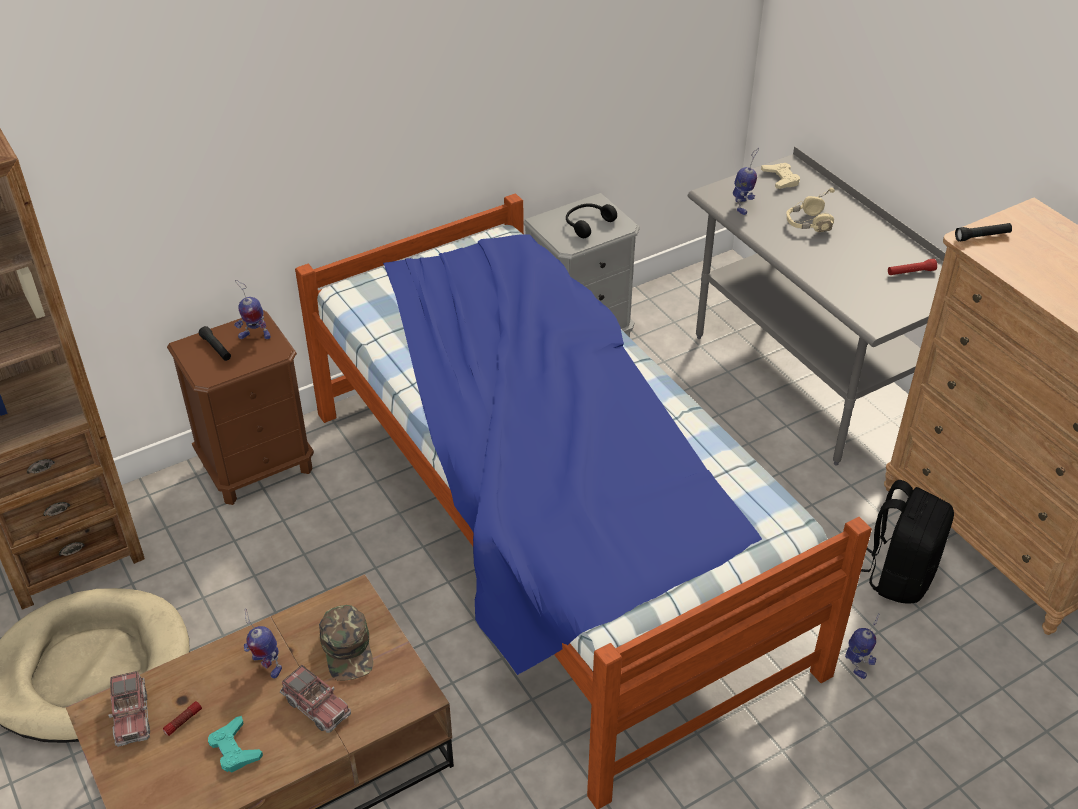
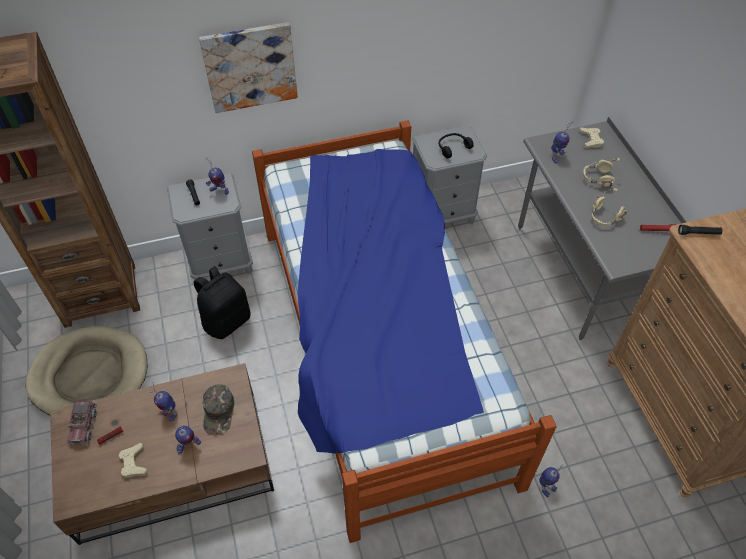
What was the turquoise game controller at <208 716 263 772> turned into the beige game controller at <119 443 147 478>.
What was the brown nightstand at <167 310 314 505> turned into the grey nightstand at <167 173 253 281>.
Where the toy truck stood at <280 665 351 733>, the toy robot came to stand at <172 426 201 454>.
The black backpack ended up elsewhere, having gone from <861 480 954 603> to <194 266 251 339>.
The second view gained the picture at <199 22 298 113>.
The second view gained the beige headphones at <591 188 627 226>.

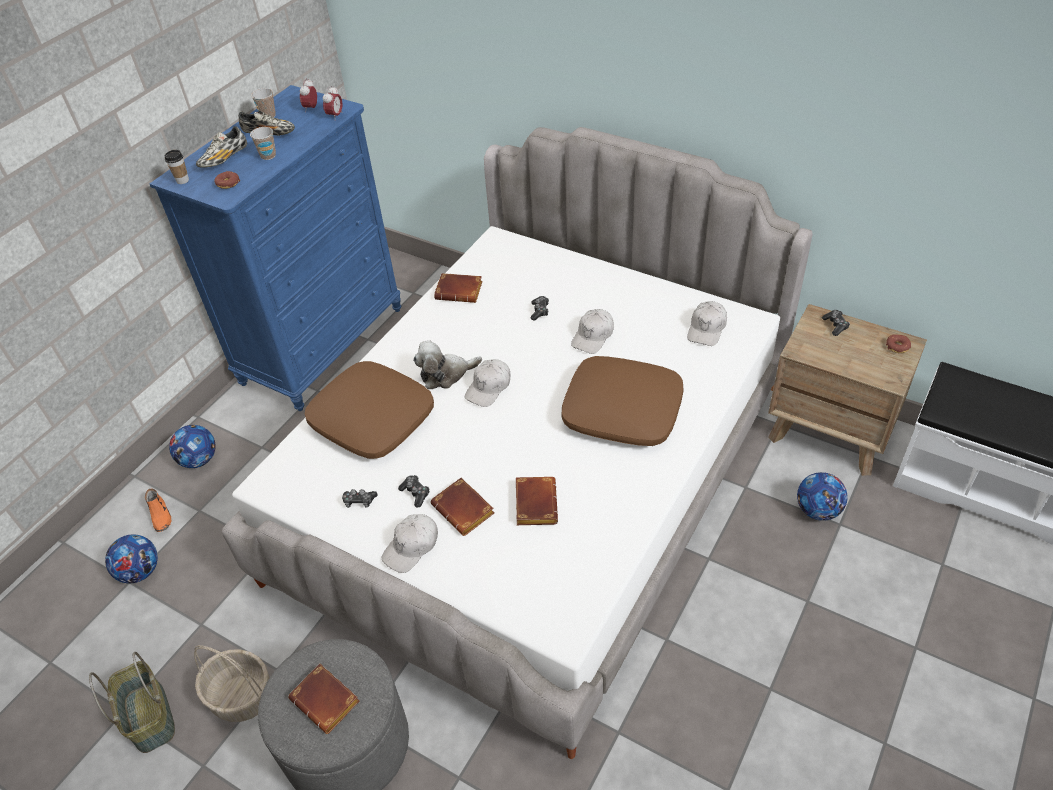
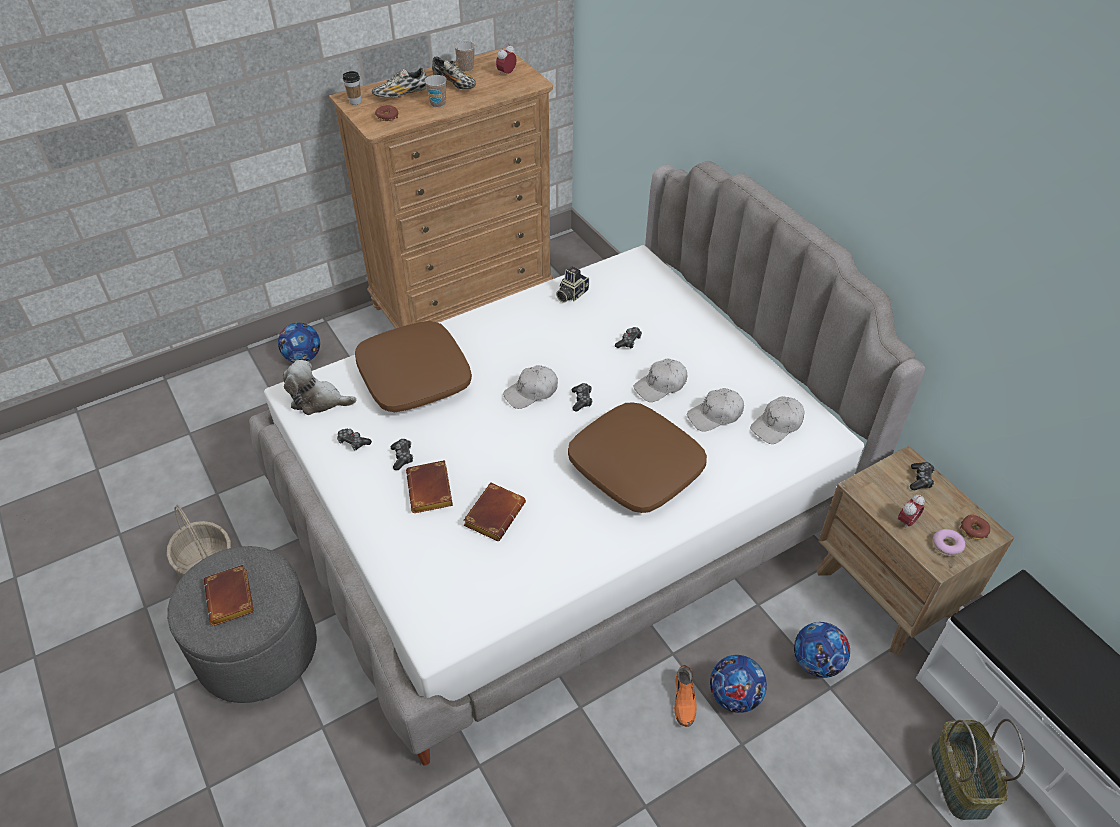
The plush toy ended up elsewhere, having gone from <413 340 482 389> to <283 360 356 415>.
What was the blue dresser at <149 85 401 411> turned into the brown dresser at <329 47 553 329>.
Where the brown book stood at <434 273 482 303>, the photo camera came to stand at <556 266 589 303>.
The second view gained the game controller at <572 383 593 412>.
The orange shoe ended up elsewhere, having gone from <145 489 171 532> to <674 665 696 727>.
The white cap ended up elsewhere, having gone from <381 514 438 573> to <687 388 744 431>.
The football ended up elsewhere, having gone from <105 534 158 583> to <710 655 767 713>.
The alarm clock ended up elsewhere, having gone from <323 85 343 118> to <898 495 925 530>.
The second view gained the donut at <932 529 965 556>.
The basket ended up elsewhere, having gone from <89 652 175 753> to <932 719 1026 820>.

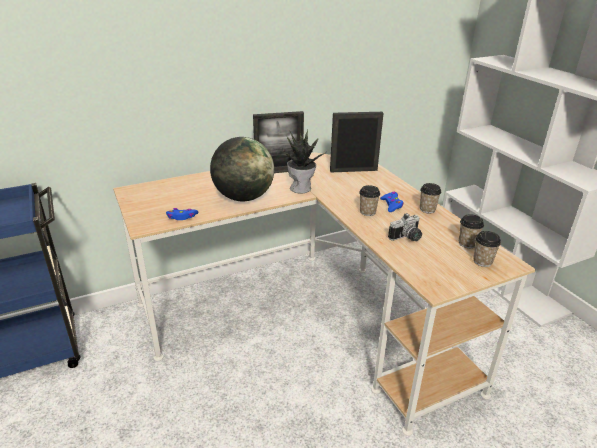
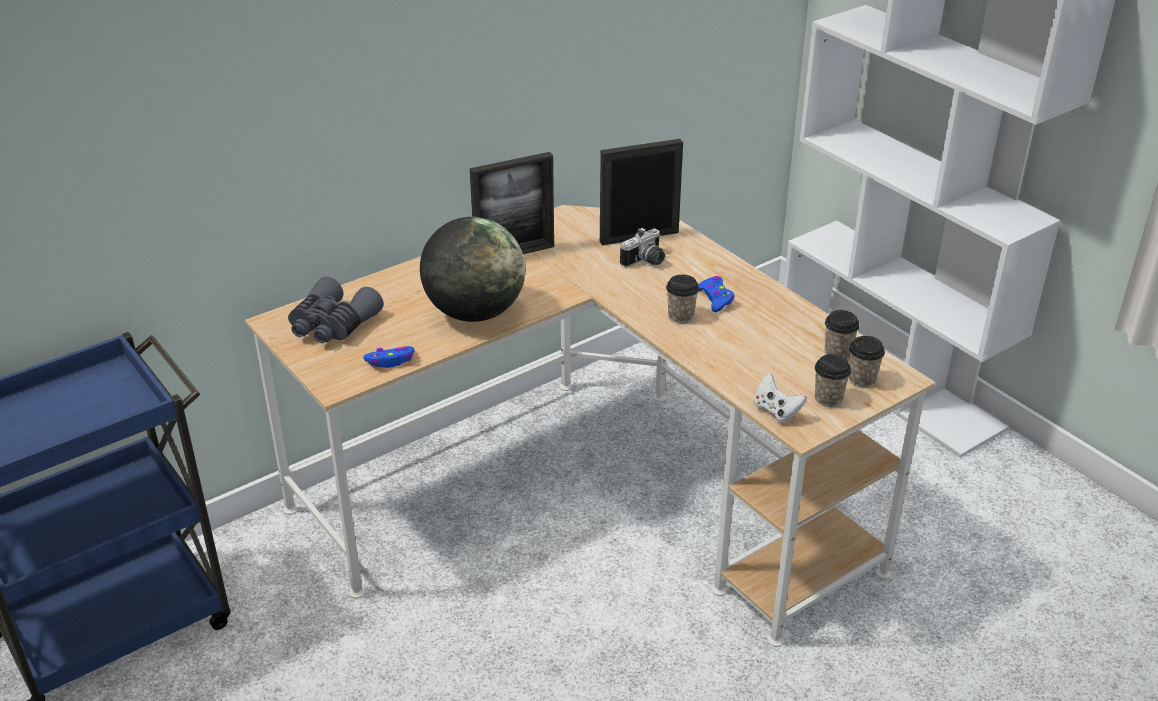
The second view gained the grey binoculars at <288 277 384 343>.
The photo camera ended up elsewhere, having gone from <388 213 422 241> to <620 227 665 267>.
The second view gained the white game controller at <754 373 807 423>.
The cup ended up elsewhere, having gone from <420 183 441 213> to <815 354 851 407>.
The second view lost the potted plant at <282 130 325 193>.

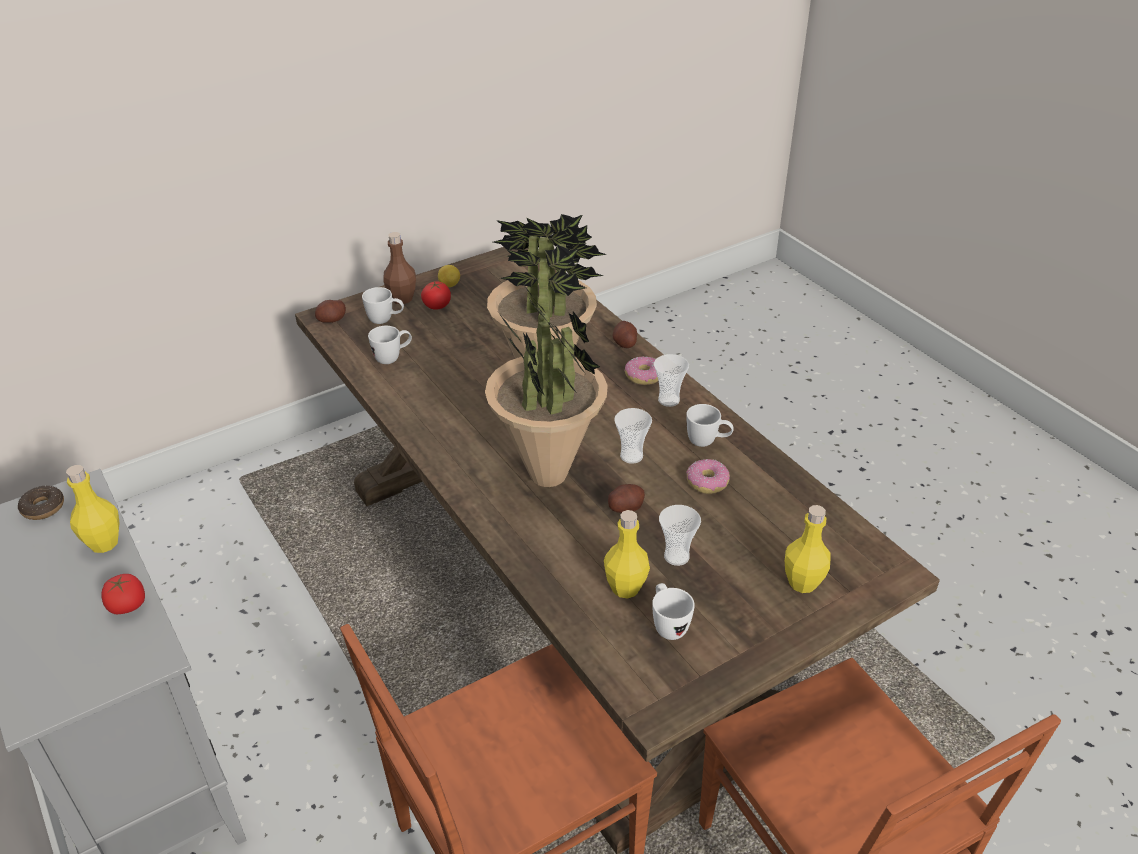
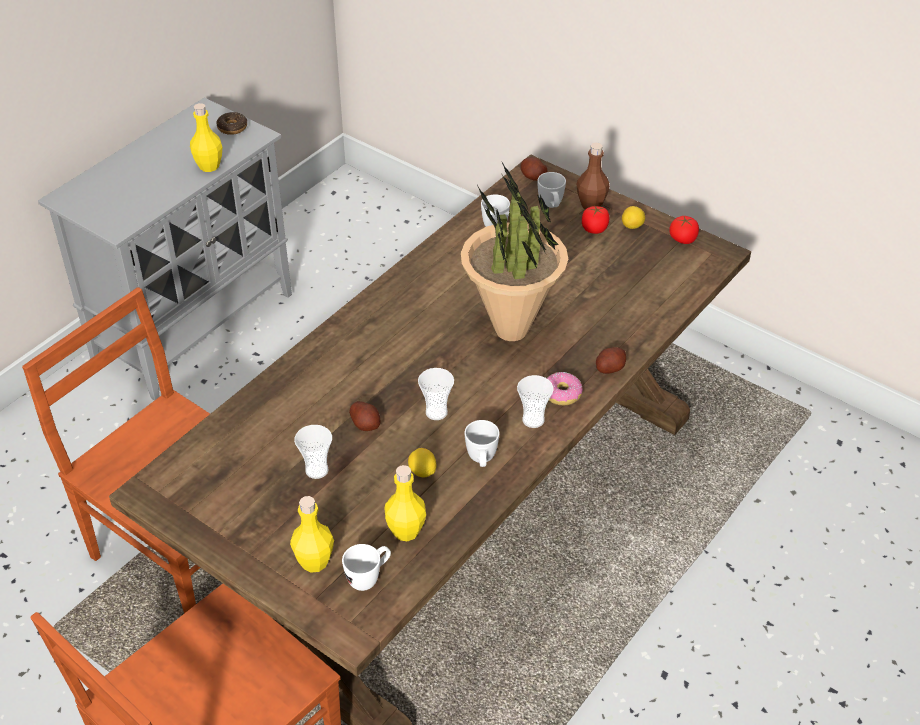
The white mug ended up elsewhere, having gone from <652 583 695 640> to <342 544 391 591>.
The yellow bottle ended up elsewhere, having gone from <604 510 650 599> to <384 465 426 541>.
Where the donut stood at <686 459 730 494>, the lemon came to stand at <408 448 436 478>.
The tomato ended up elsewhere, having gone from <101 574 145 614> to <669 216 699 244>.
The second view lost the potted plant at <485 281 608 487>.

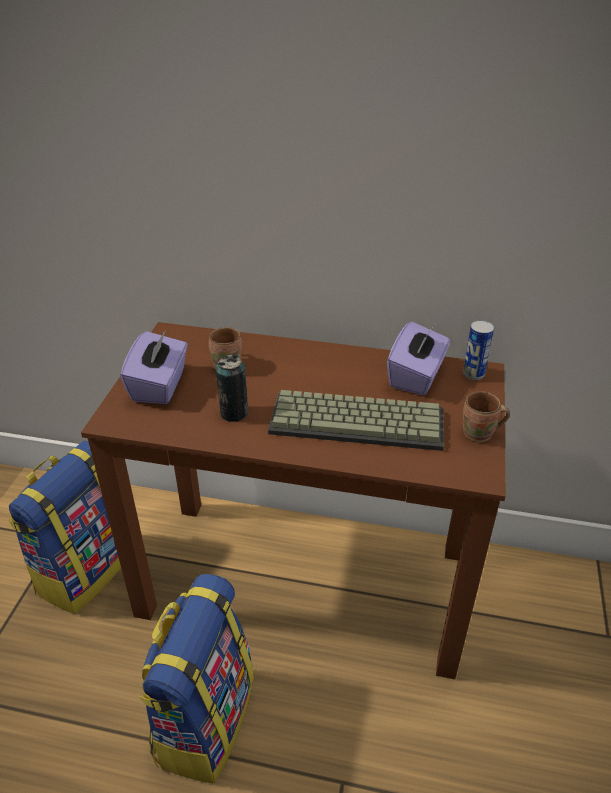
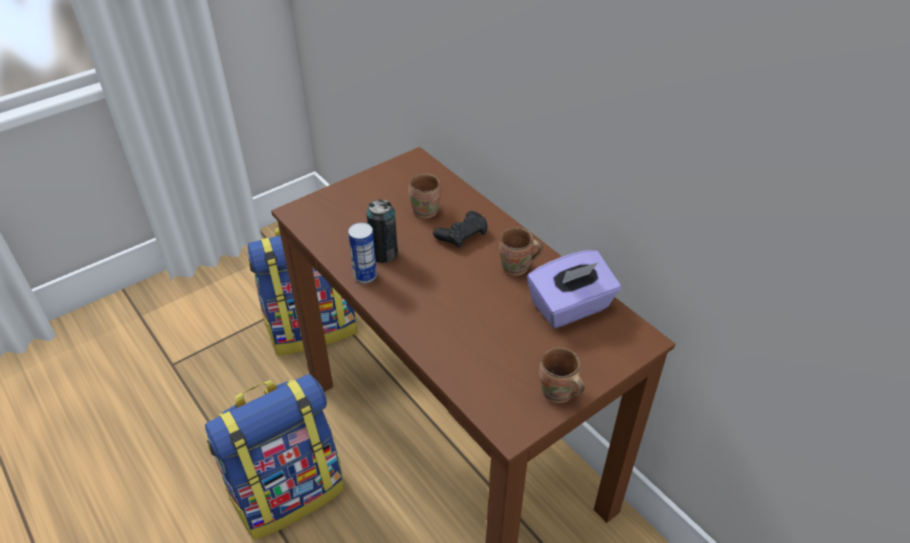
The can ended up elsewhere, having gone from <463 320 494 380> to <348 222 377 284>.
The second view gained the black game controller at <433 211 488 249>.
The second view gained the brown mug at <499 227 543 276>.
The second view lost the purple tissue box at <120 330 188 404>.
The second view lost the keyboard at <268 390 444 451>.

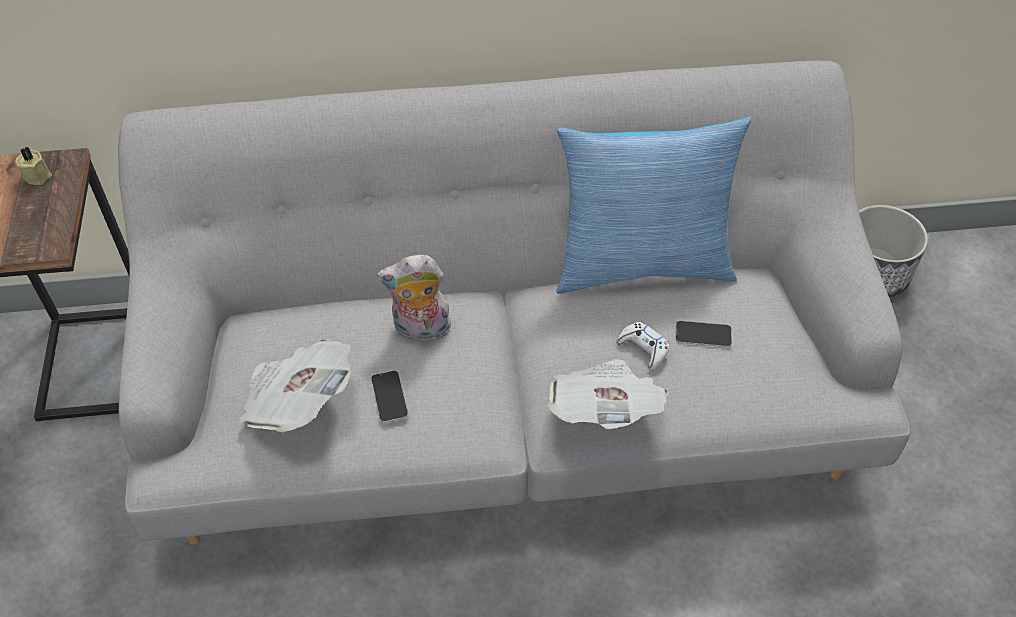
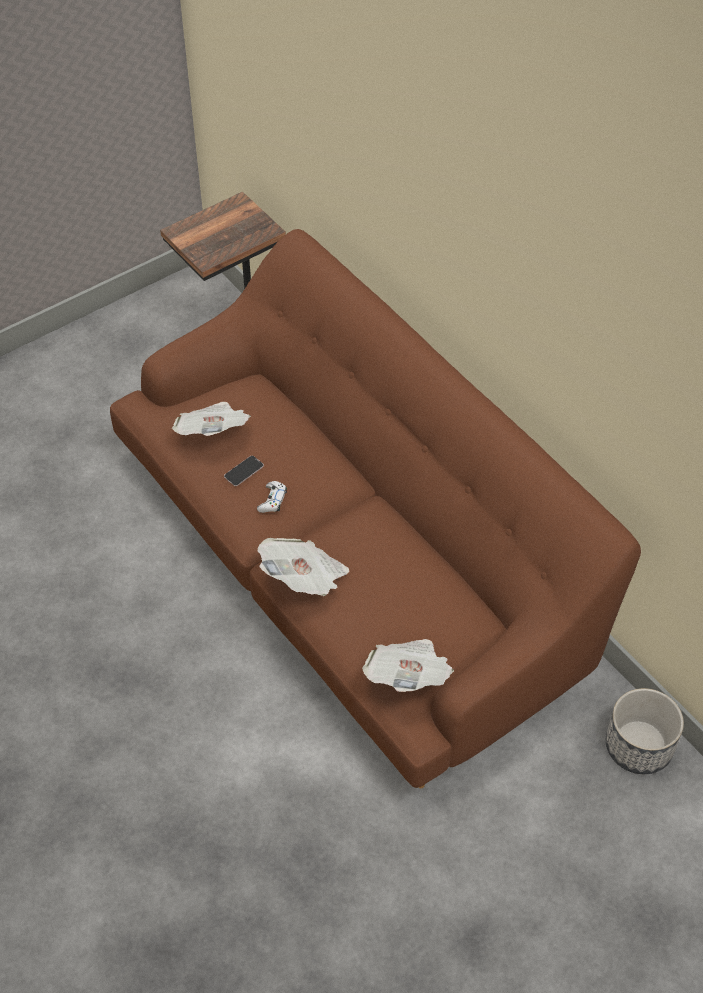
What was the grey sofa at <118 61 911 545> turned into the brown sofa at <110 229 641 788>.
The white game controller ended up elsewhere, having gone from <616 322 670 370> to <257 481 287 513>.
The second view gained the newspaper at <362 639 454 692>.
The second view lost the beige candle at <15 147 52 185>.
The second view lost the plush toy at <377 255 452 345>.
The second view lost the pillow at <556 117 751 294>.
The second view lost the phone at <675 321 732 347>.

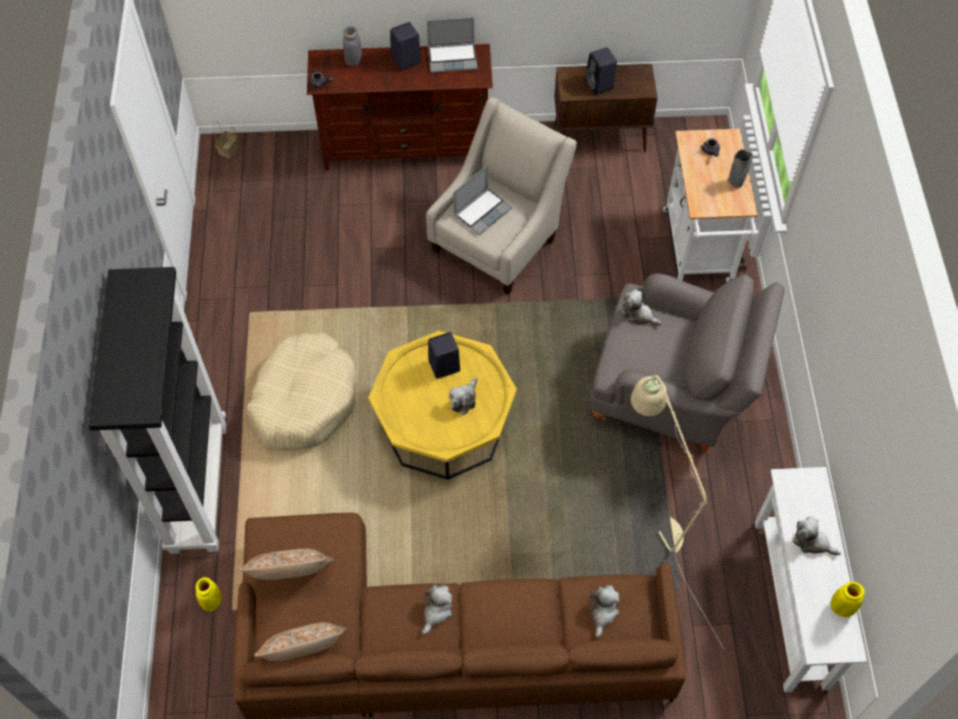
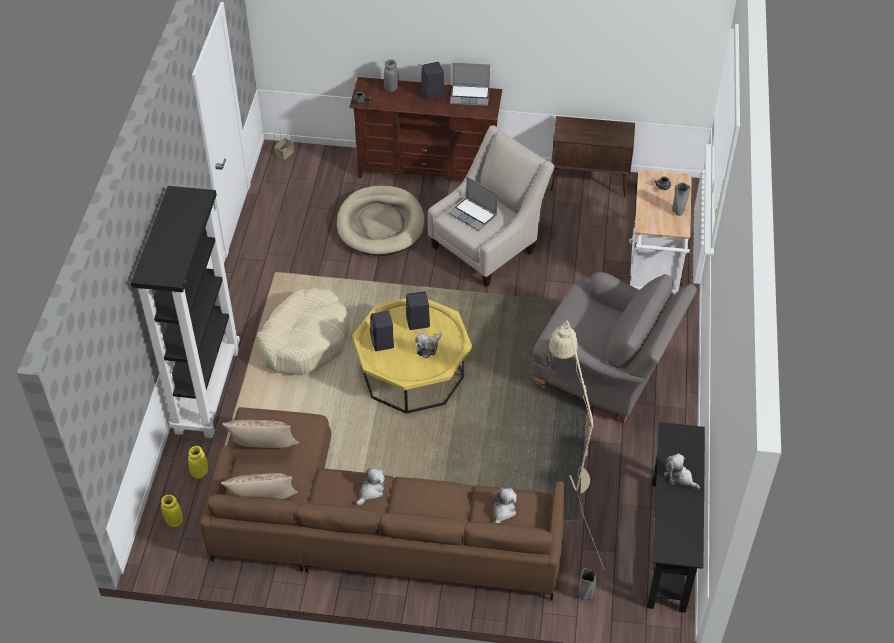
The yellow vase ended up elsewhere, having gone from <831 582 865 617> to <161 495 183 527>.
The second view gained the beige dog bed at <337 186 424 256>.
The black speaker ended up elsewhere, having gone from <585 47 617 95> to <370 311 394 351>.
The laptop at <453 165 512 235> ended up facing another way, 75 degrees clockwise from before.
The second view gained the grey vase at <578 568 596 600>.
What was the white console table at <755 467 867 692> turned into the black console table at <647 422 705 613>.
The second view lost the plush toy at <622 290 662 326>.

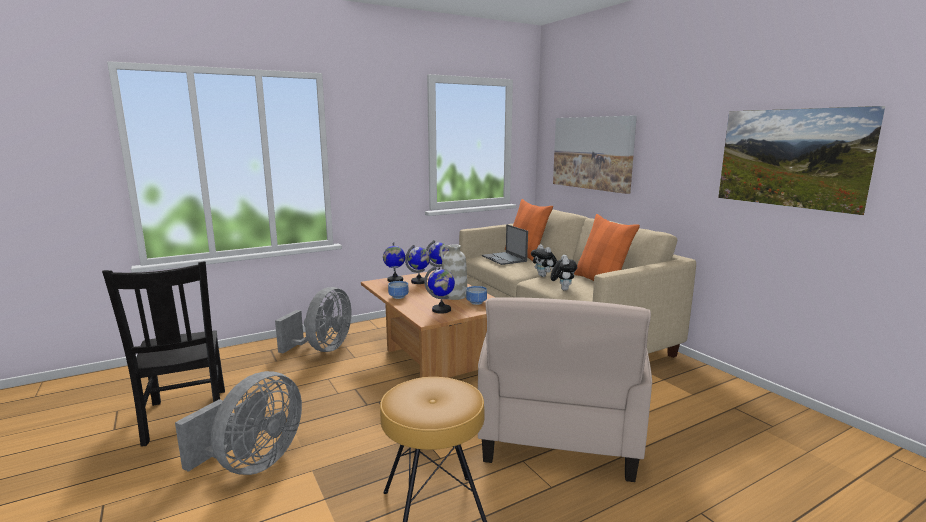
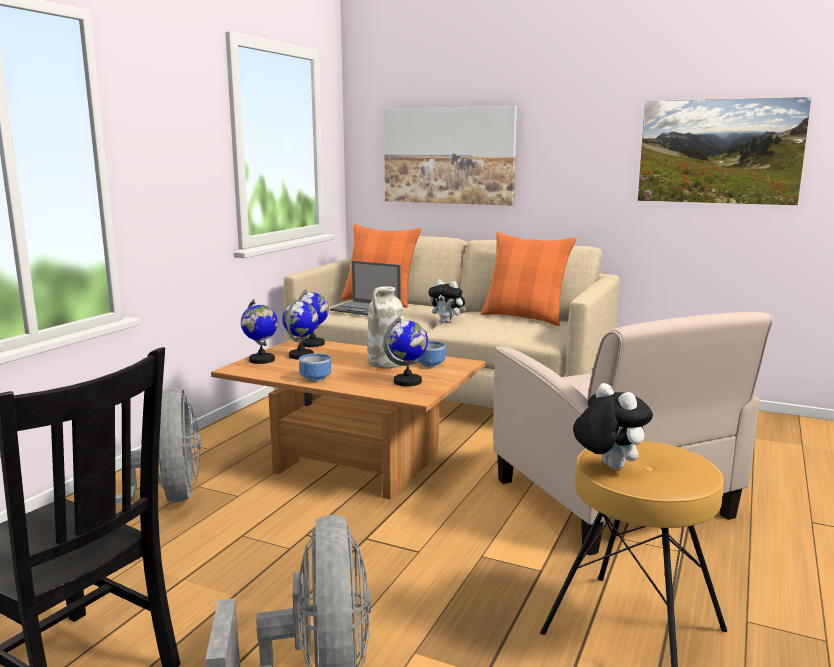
The plush toy ended up elsewhere, having gone from <551 255 577 291> to <573 383 653 470>.

